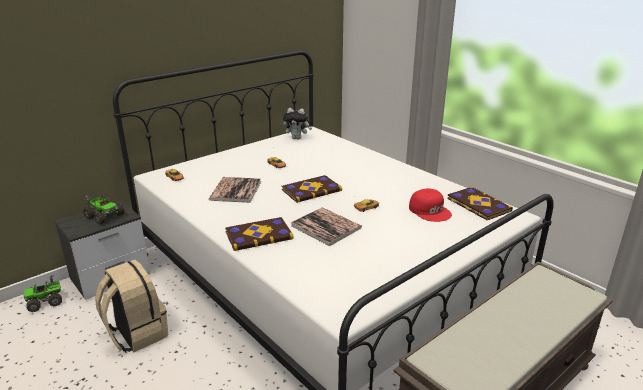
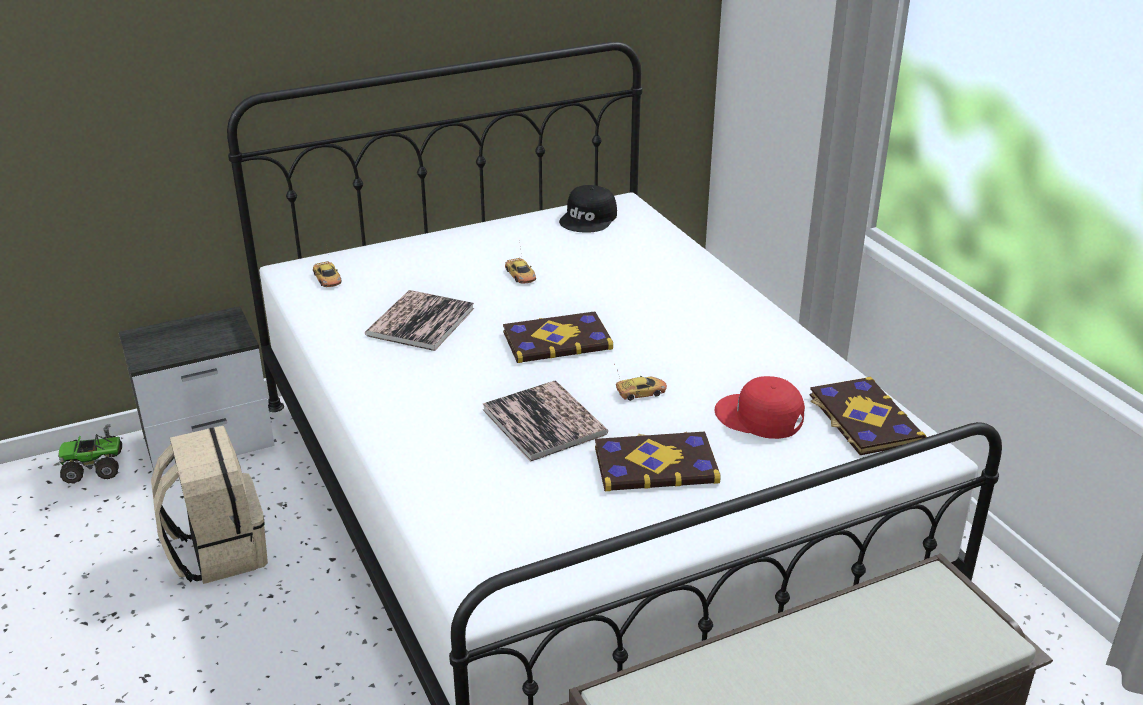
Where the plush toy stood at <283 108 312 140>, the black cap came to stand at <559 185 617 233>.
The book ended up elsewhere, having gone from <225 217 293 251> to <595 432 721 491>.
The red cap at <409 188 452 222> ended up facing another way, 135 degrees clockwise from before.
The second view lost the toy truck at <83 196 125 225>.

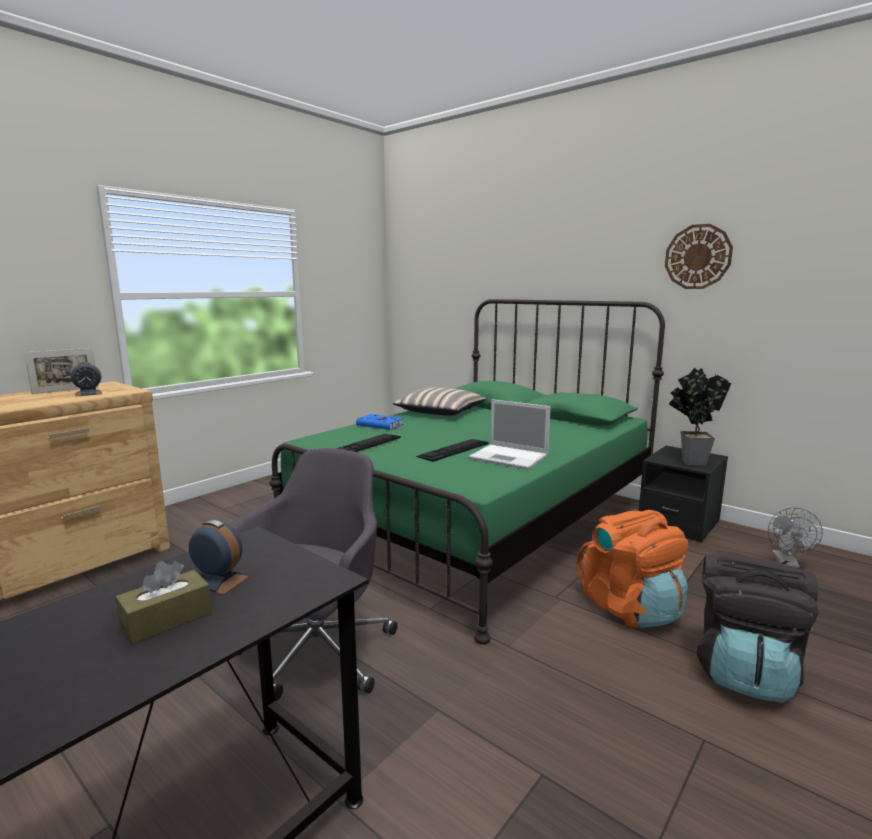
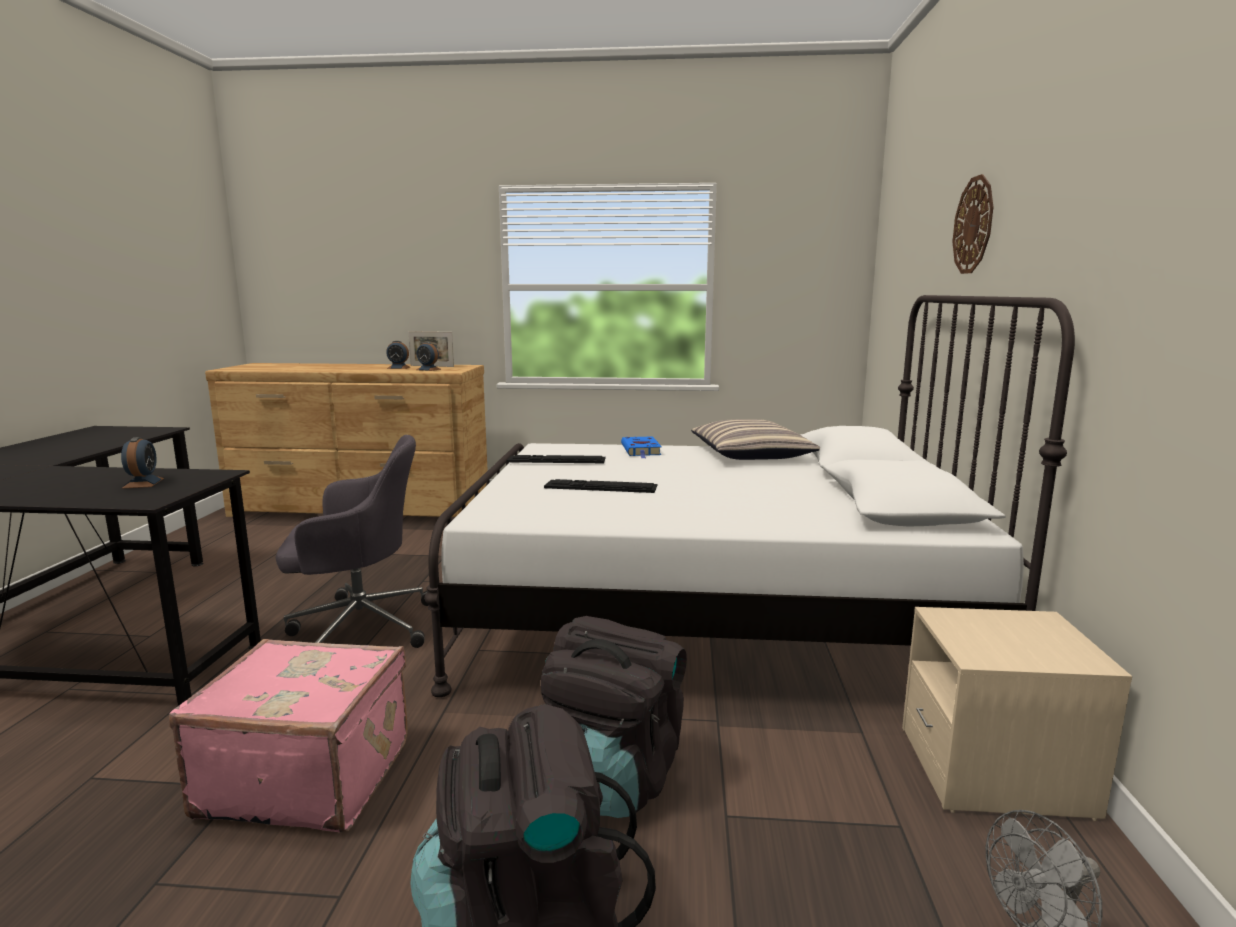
The second view gained the pink suitcase at <169 639 408 832>.
The second view gained the alarm clock at <386 341 410 369>.
What was the green bed at <269 299 665 644> turned into the white bed at <424 295 1075 697>.
What was the orange backpack at <576 510 688 628> turned into the black backpack at <541 616 687 818>.
What was the black nightstand at <639 446 728 543> turned into the beige nightstand at <902 607 1132 821>.
The wall clock ended up elsewhere, having gone from <665 224 733 289> to <952 174 993 274>.
The second view lost the brown tissue box at <115 561 212 644>.
The second view lost the laptop at <468 399 551 470>.
The second view lost the potted plant at <669 368 731 466>.

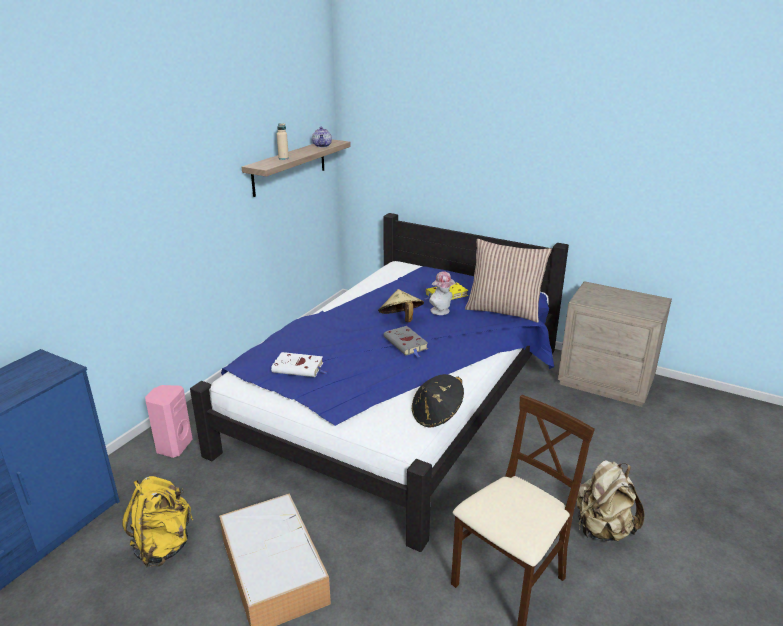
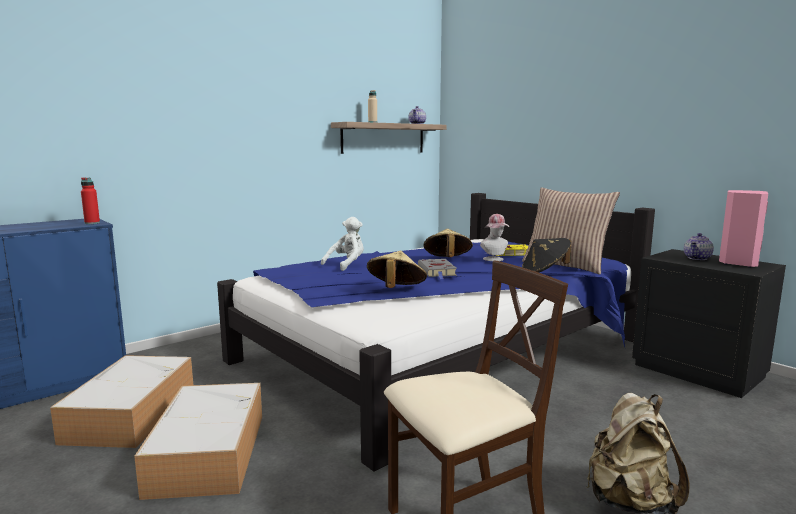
Where the yellow backpack stood at <122 476 193 567>, the storage box came to stand at <50 355 193 448>.
The second view gained the red bottle at <81 177 100 224>.
The second view gained the white plush toy at <321 217 364 271>.
The second view gained the beige hat at <367 251 427 288>.
The black hat ended up elsewhere, having gone from <412 374 464 428> to <522 238 572 273>.
What was the beige nightstand at <558 281 672 407> turned into the black nightstand at <632 249 786 398>.
The second view gained the teapot at <684 233 714 260>.
The pink speaker ended up elsewhere, having gone from <145 385 192 458> to <719 190 768 268>.
The second view lost the white book at <271 352 327 377>.

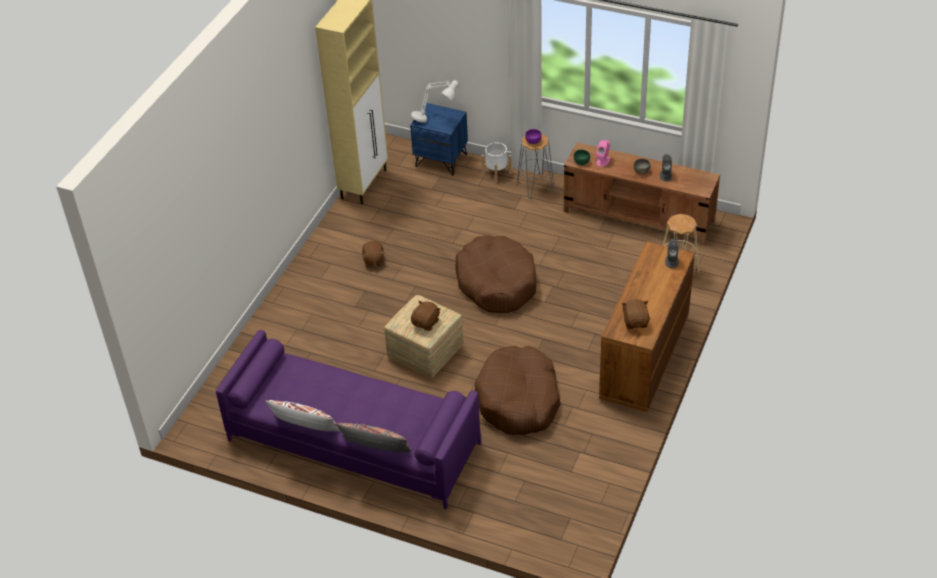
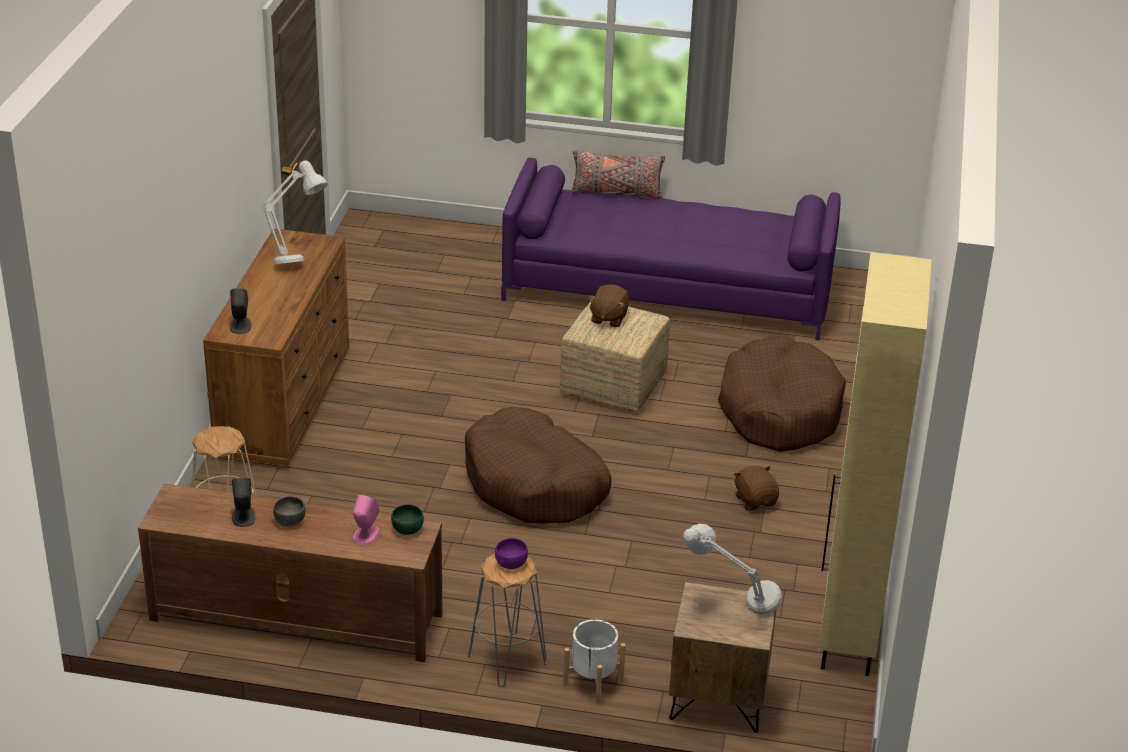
Where the brown plush toy stood at <622 299 649 329>, the grey table lamp came to stand at <264 160 328 264>.
What was the blue nightstand at <410 103 468 176> turned into the brown nightstand at <669 582 777 733>.
The brown dog bed ended up elsewhere, having gone from <475 346 560 435> to <718 336 846 452>.
The second view lost the white pillow at <265 400 339 432>.

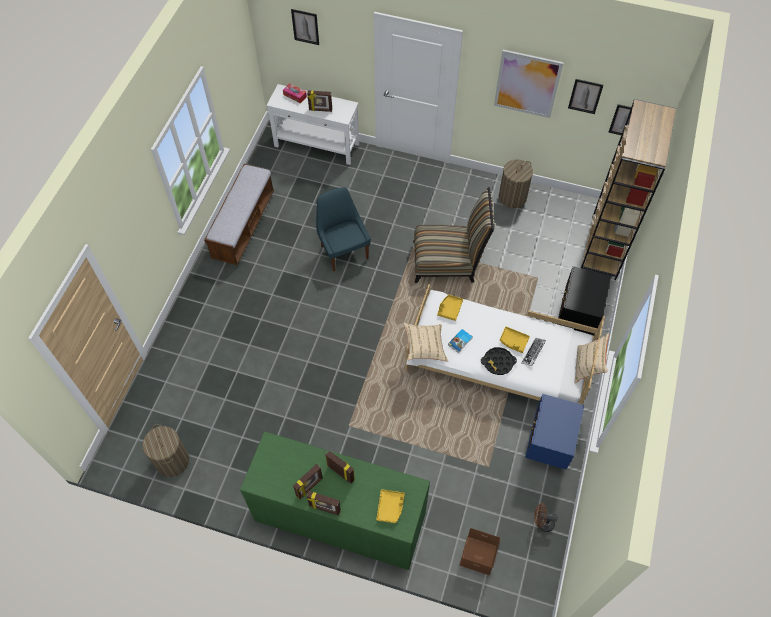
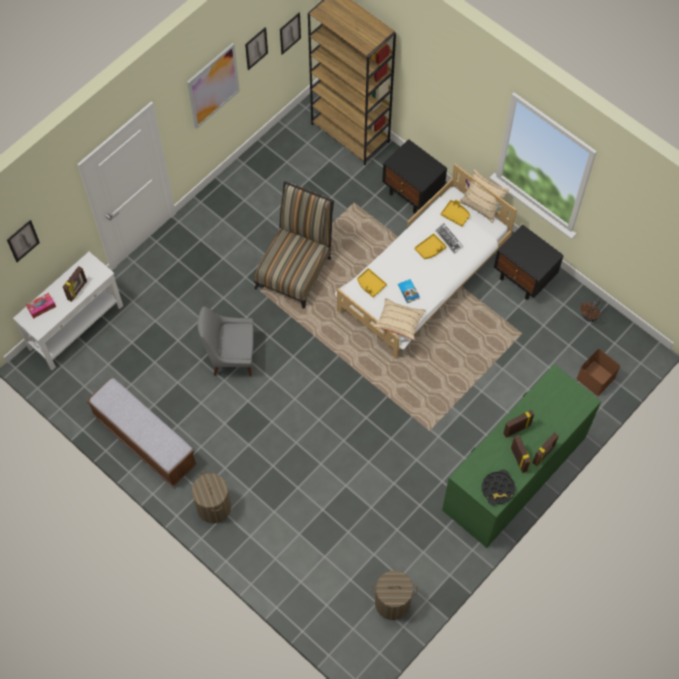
The laundry basket ended up elsewhere, having gone from <499 159 533 208> to <192 471 231 523>.
What was the blue chair at <316 187 371 272> turned into the grey chair at <197 306 254 376>.
The yellow tray ended up elsewhere, having gone from <376 489 405 523> to <441 199 470 227>.
The black tray ended up elsewhere, having gone from <481 347 517 375> to <482 470 515 506>.
What was the blue nightstand at <525 394 584 470> turned into the black nightstand at <494 224 564 300>.

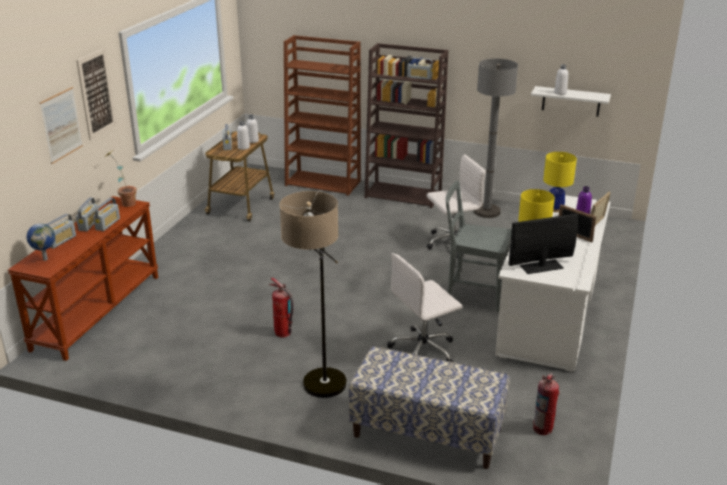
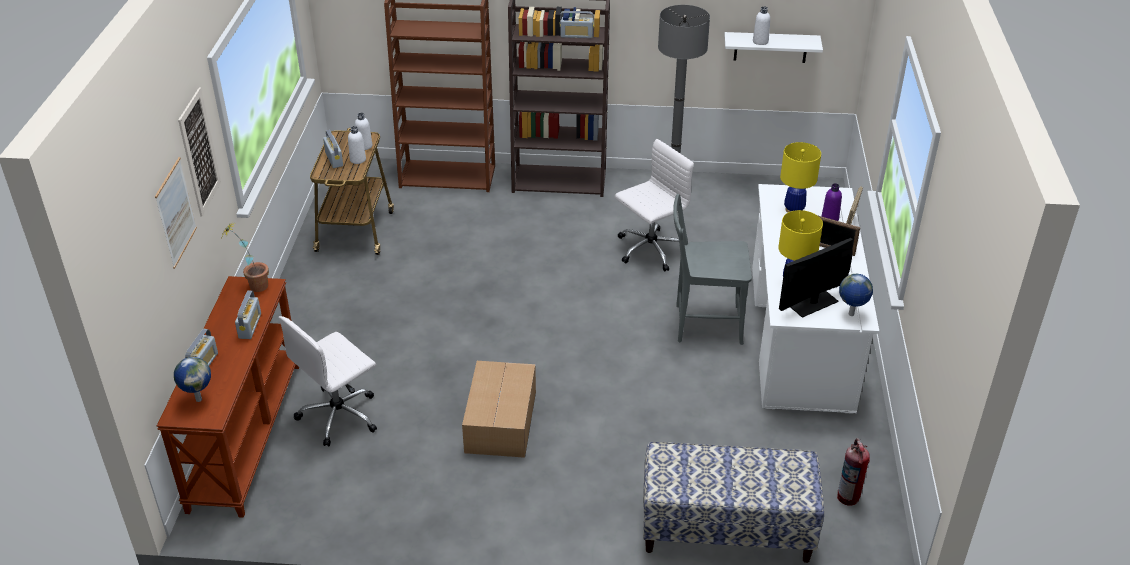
The white office chair ended up elsewhere, having gone from <387 253 462 362> to <278 316 377 446>.
Where the fire extinguisher stood at <269 278 294 337>, the cardboard box came to stand at <462 361 536 458>.
The second view gained the globe at <839 274 873 316>.
The second view lost the radio at <76 198 99 231>.
The second view lost the floor lamp at <279 191 347 398>.

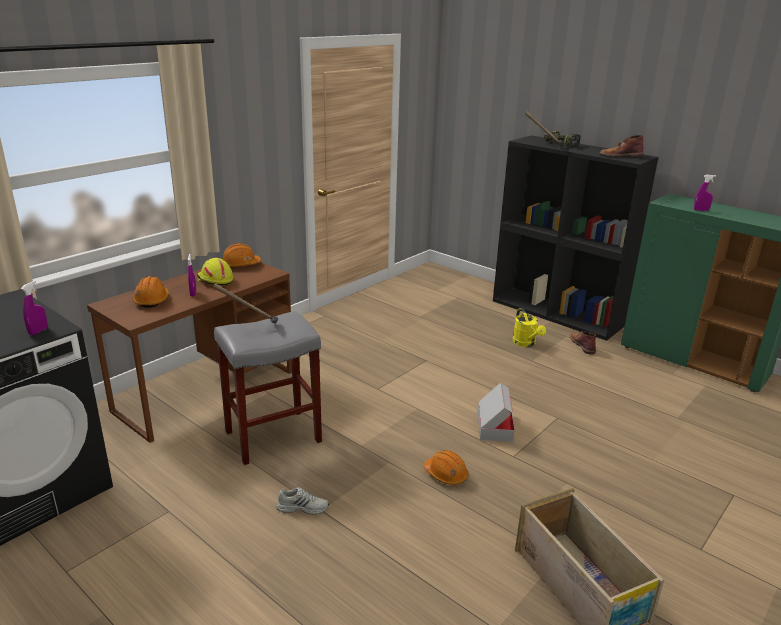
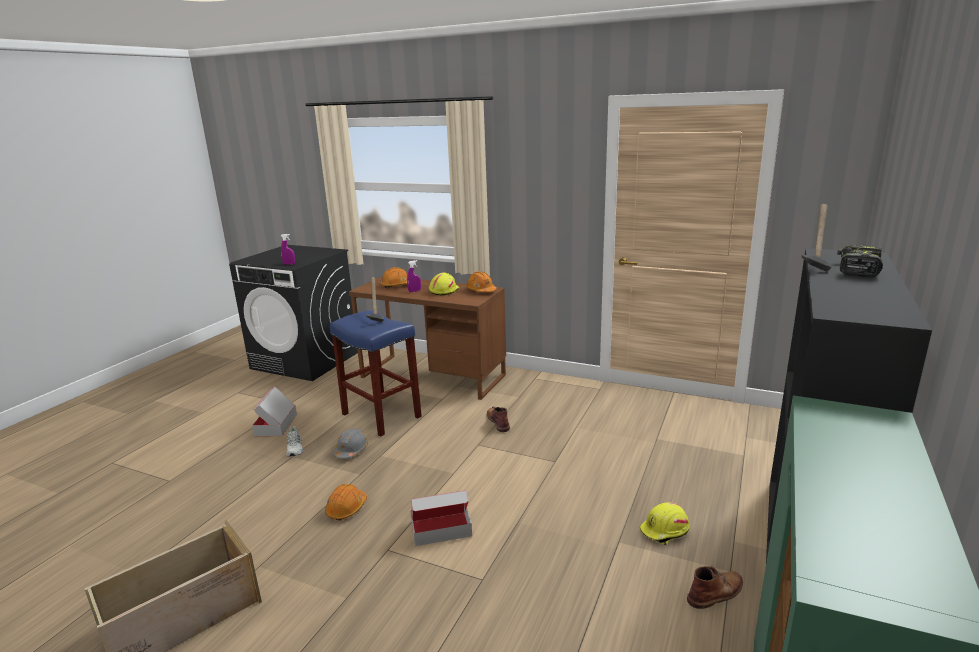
The second view gained the cardboard box at <252 387 297 436>.
What was the grey stool at <214 311 322 465> turned into the blue stool at <330 310 422 437>.
The second view gained the grey hard hat at <333 428 368 459>.
The brown boot ended up elsewhere, having gone from <600 135 643 157> to <487 406 510 432>.
Where the yellow watering can stood at <513 308 546 347>, the yellow hard hat came to stand at <640 502 690 546>.
The second view lost the purple spray bottle at <694 175 716 211>.

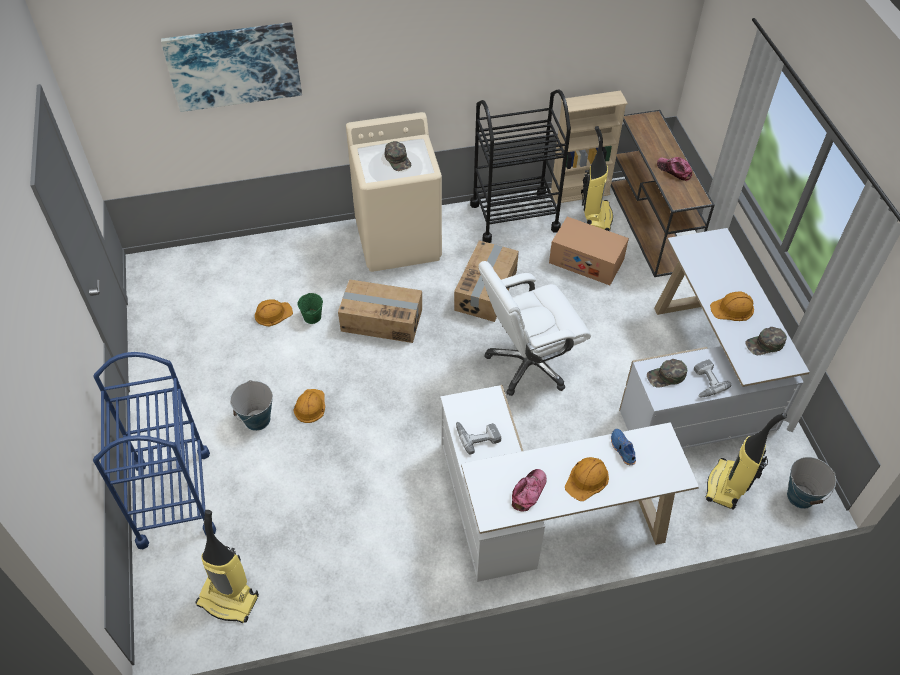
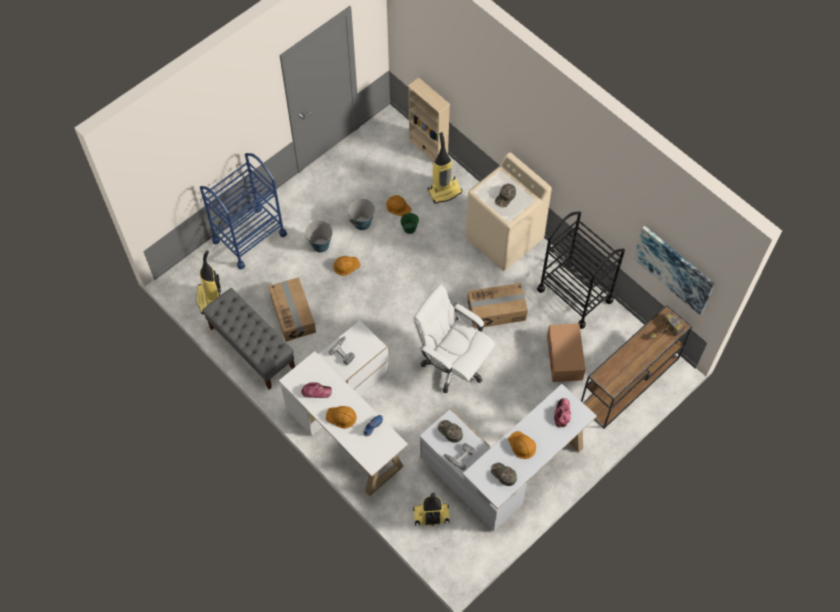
The second view gained the grey bench at <202 288 295 390>.
The cardboard box ended up elsewhere, having gone from <338 279 422 343> to <268 277 316 342>.
The bucket ended up elsewhere, having gone from <787 457 836 509> to <348 199 375 230>.
The beige bookcase ended up elsewhere, having gone from <550 90 628 204> to <407 77 450 162>.
The vacuum cleaner ended up elsewhere, having gone from <582 126 613 231> to <428 132 463 204>.
The cap ended up elsewhere, having gone from <657 157 692 181> to <554 398 571 427>.
The picture ended up elsewhere, having gone from <161 22 302 112> to <633 226 715 315>.
The second view gained the hammer at <650 311 685 339>.

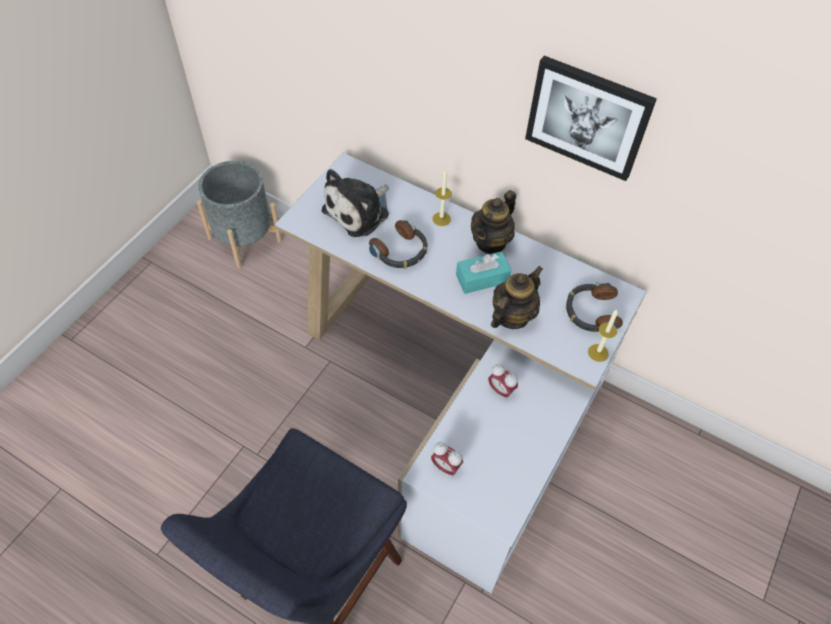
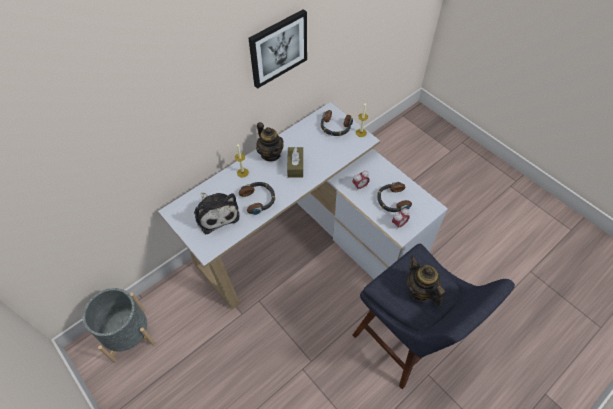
What was the turquoise tissue box at <456 251 511 294> turned into the brown tissue box at <287 147 303 177>.
The second view gained the headphones at <377 182 412 212>.
The teapot ended up elsewhere, having gone from <491 266 543 329> to <407 256 445 306>.

